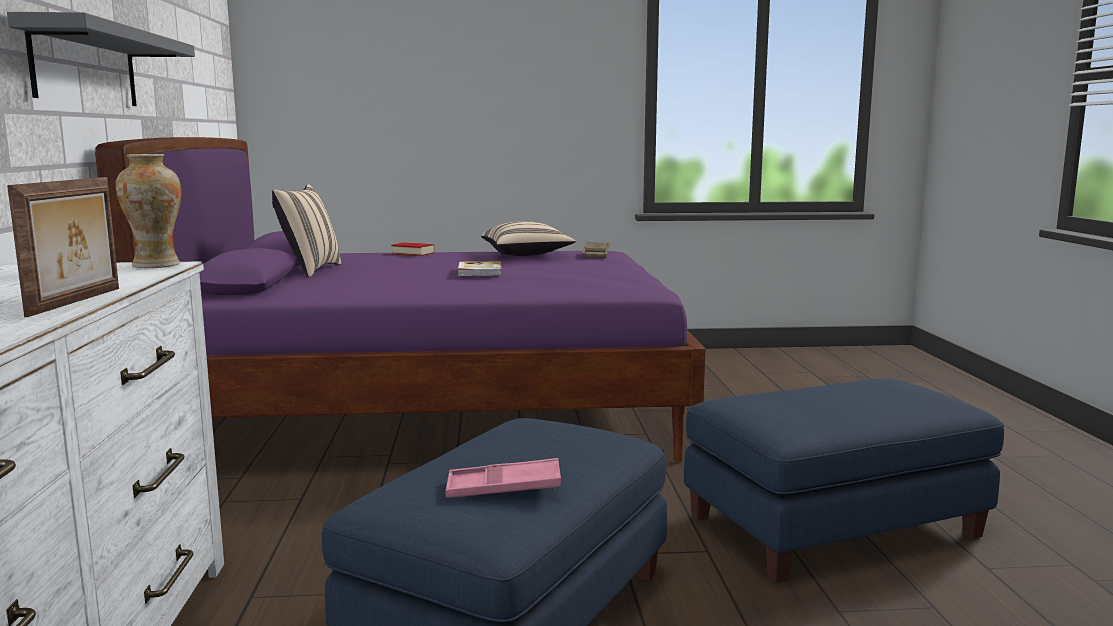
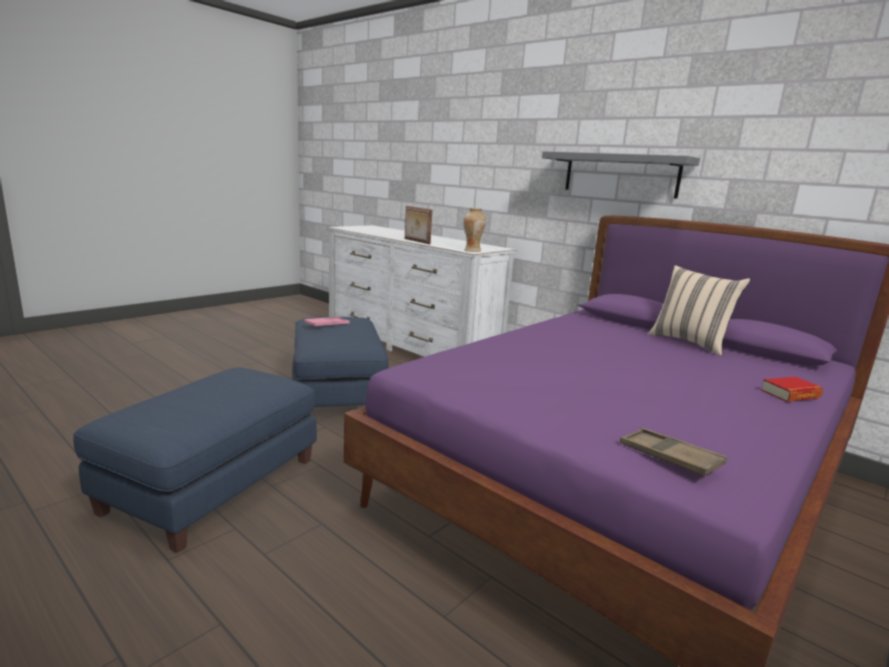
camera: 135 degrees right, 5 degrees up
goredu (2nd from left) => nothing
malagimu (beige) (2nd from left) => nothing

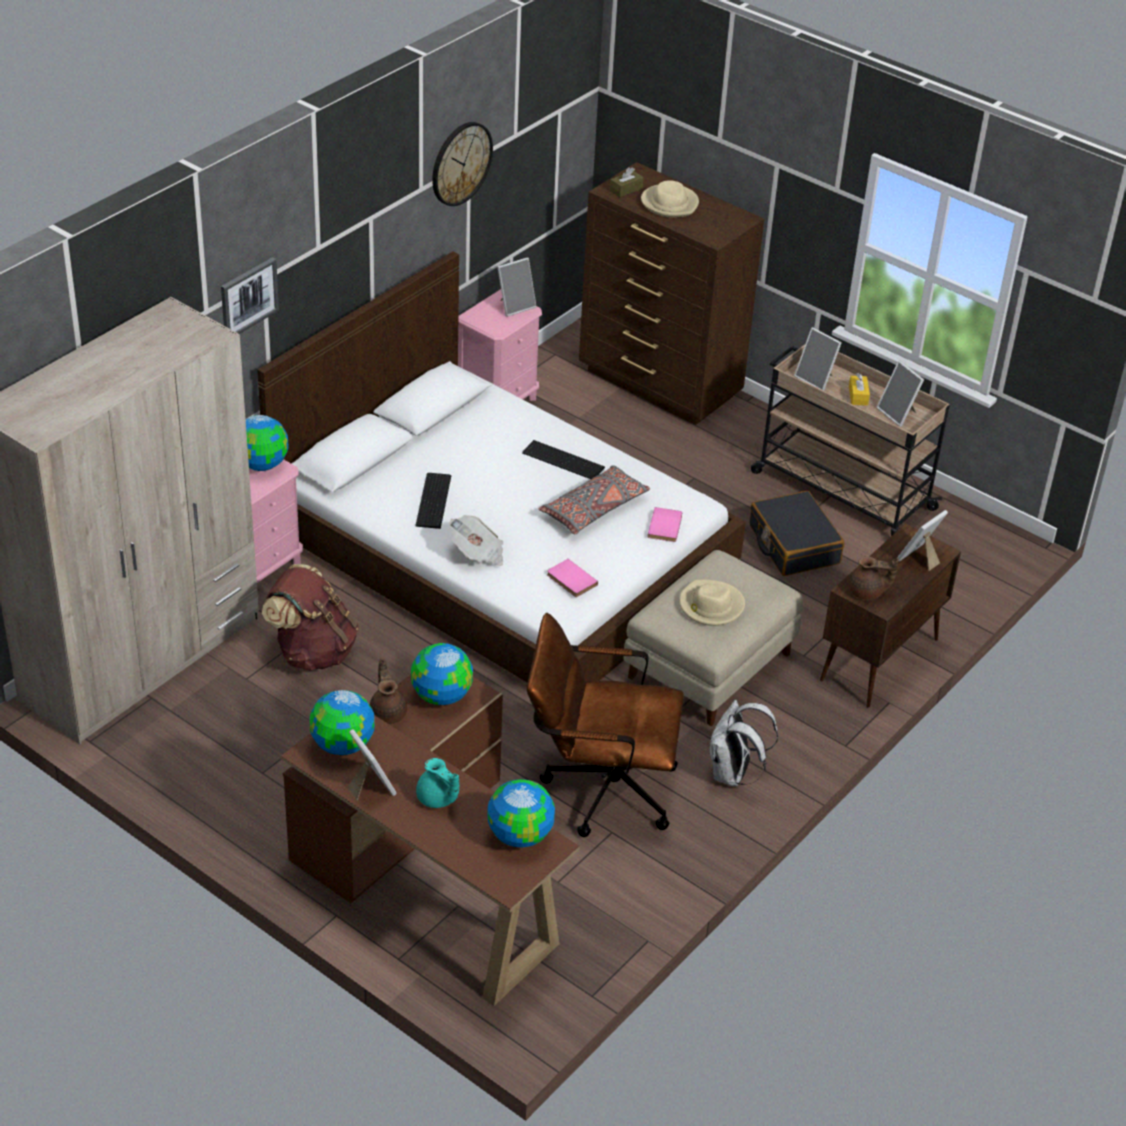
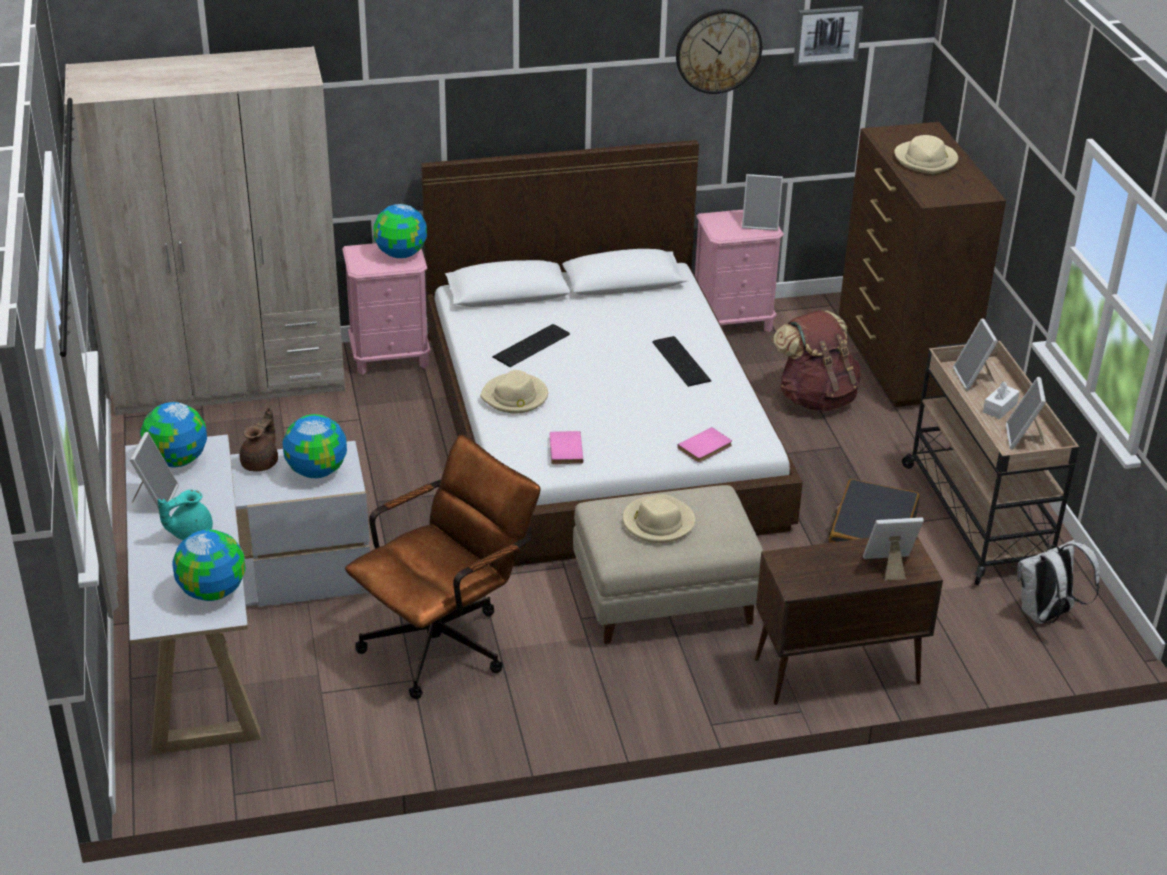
camera: 40 degrees right, 5 degrees down
malagimu (grey) => nothing
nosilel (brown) => nothing
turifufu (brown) (2nd from left) => nothing
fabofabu, move
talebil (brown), move
talebil (white), move
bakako => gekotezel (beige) (1st from left)
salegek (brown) => salegek (white)
nosilel (yellow) => nosilel (white)
turifufu (turquoise), 60 degrees clockwise
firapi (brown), 90 degrees clockwise

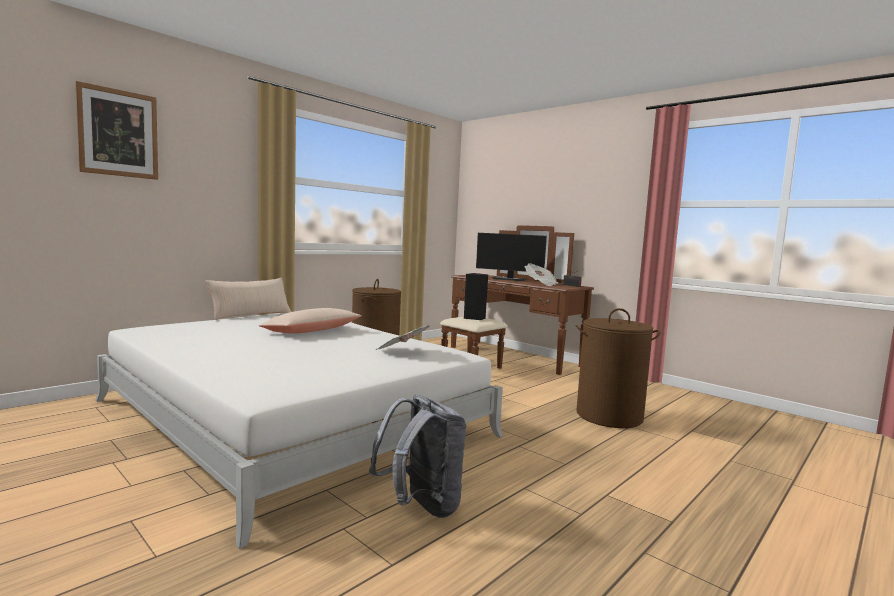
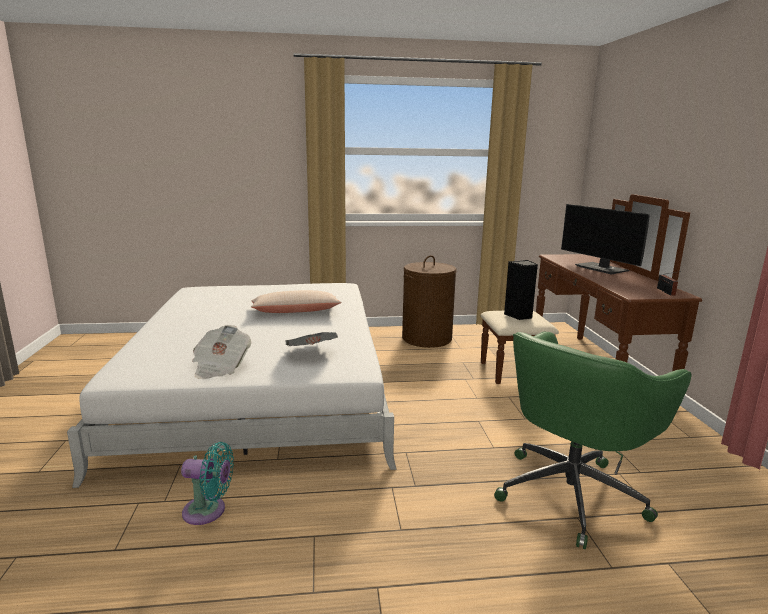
camera: 40 degrees right, 10 degrees up
fabofabu => nothing
malagimu (beige) (1st from left) => nothing
bakako (2nd from left in the first image) => bakako (1st from left), move
talebil (grey) => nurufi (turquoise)
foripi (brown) (2nd from left) => firapi (green)

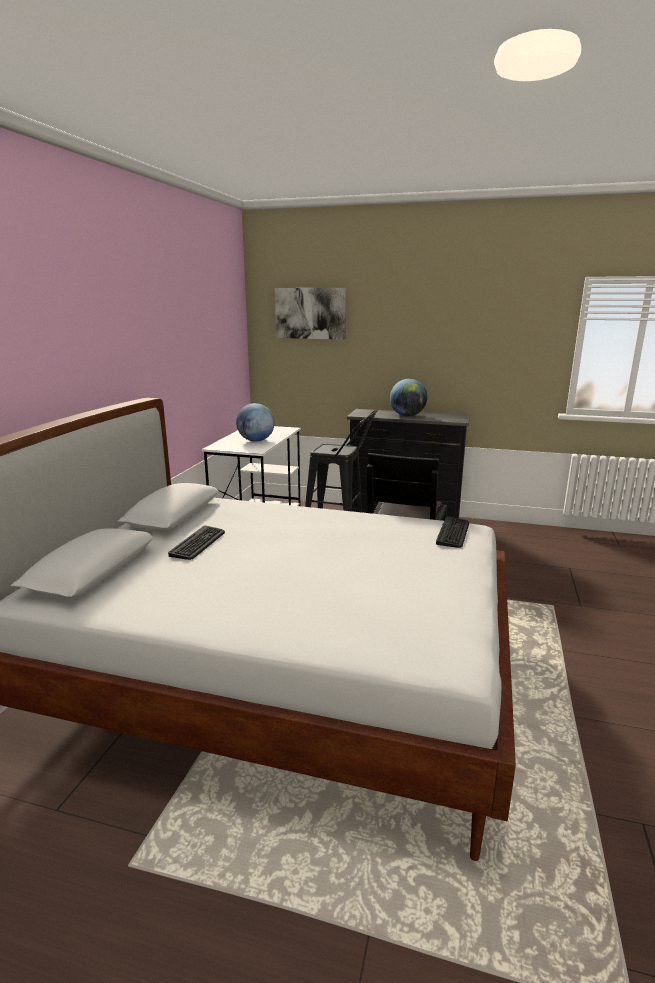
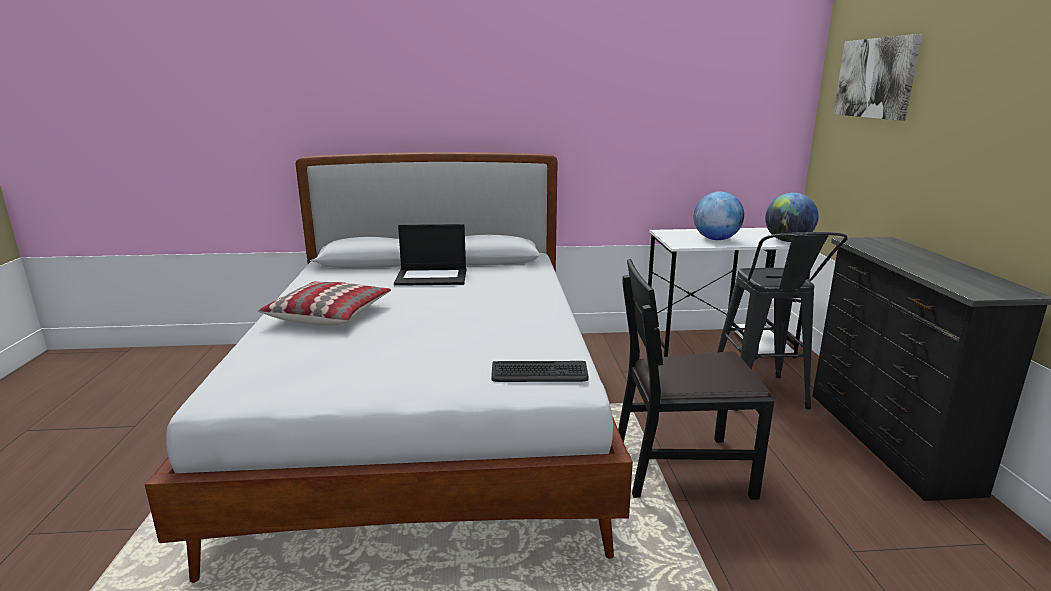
camera: 70 degrees right, 0 degrees up
nothing => malagimu
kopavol (2nd from left), move
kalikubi (1st from left) => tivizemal

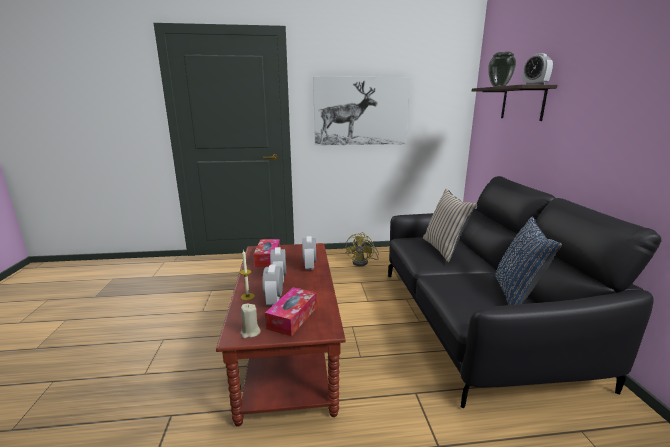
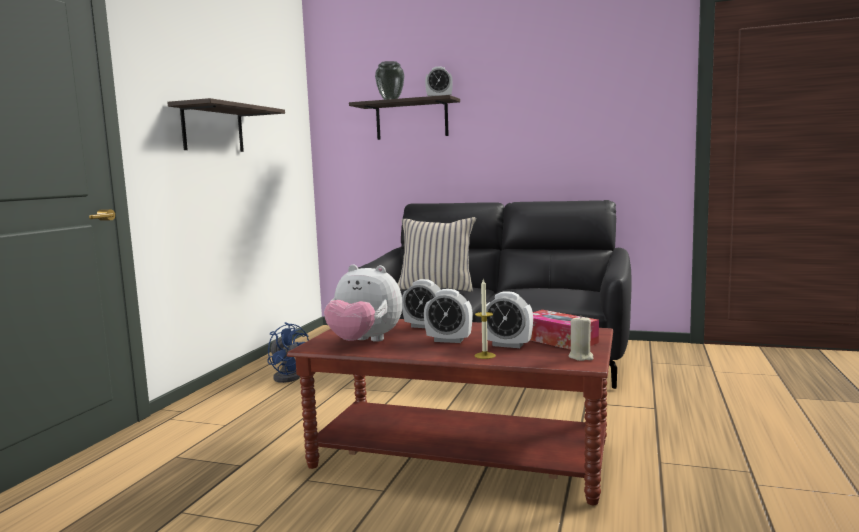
camera: 65 degrees left, 10 degrees down
malagimu (blue) => nothing
nosilel (1st from left) => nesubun
fabofabu => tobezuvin (1st from left)
nurufi (yellow) => nurufi (blue)

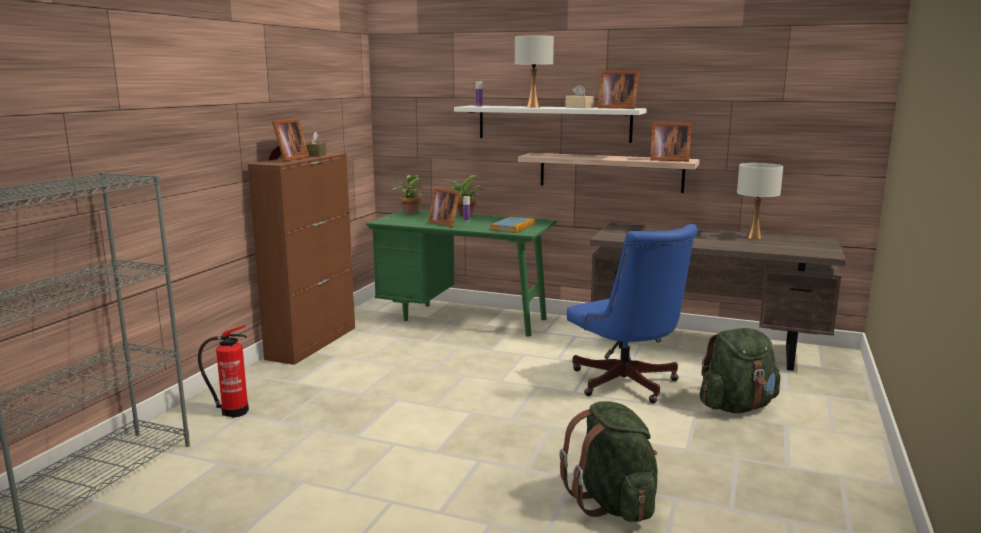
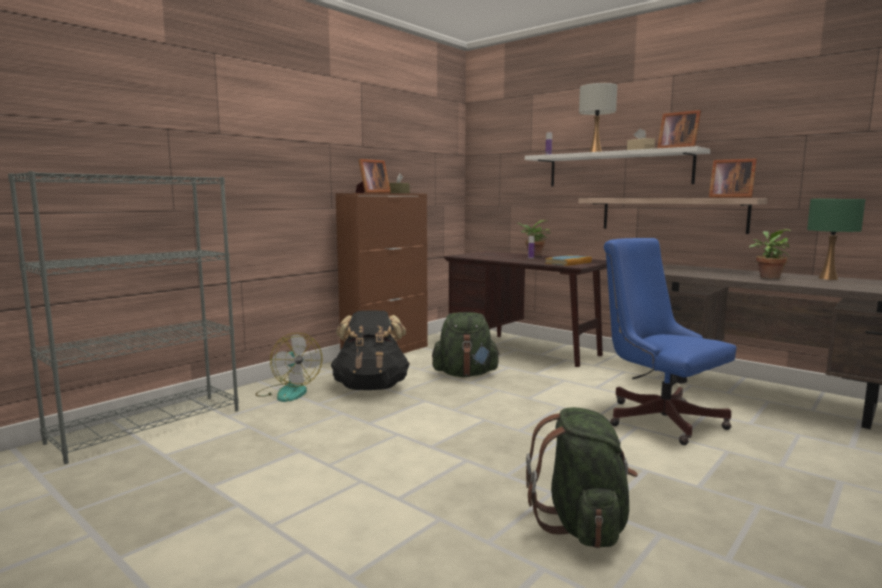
camera: 20 degrees right, 5 degrees down
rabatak (2nd from left) => nothing
nothing => talebil (black)
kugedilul (1st from left in the first image) => kugedilul (2nd from left), move
talebil (green) (2nd from left in the first image) => talebil (green) (1st from left), move
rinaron => nurufi
salegek (green) => salegek (brown) (1st from left)
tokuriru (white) (2nd from left) => tokuriru (green)
firapi (blue), 150 degrees clockwise

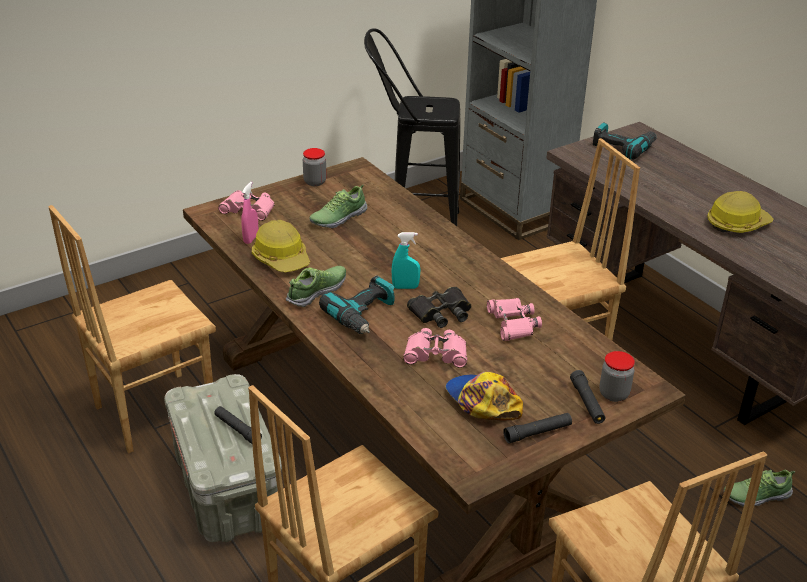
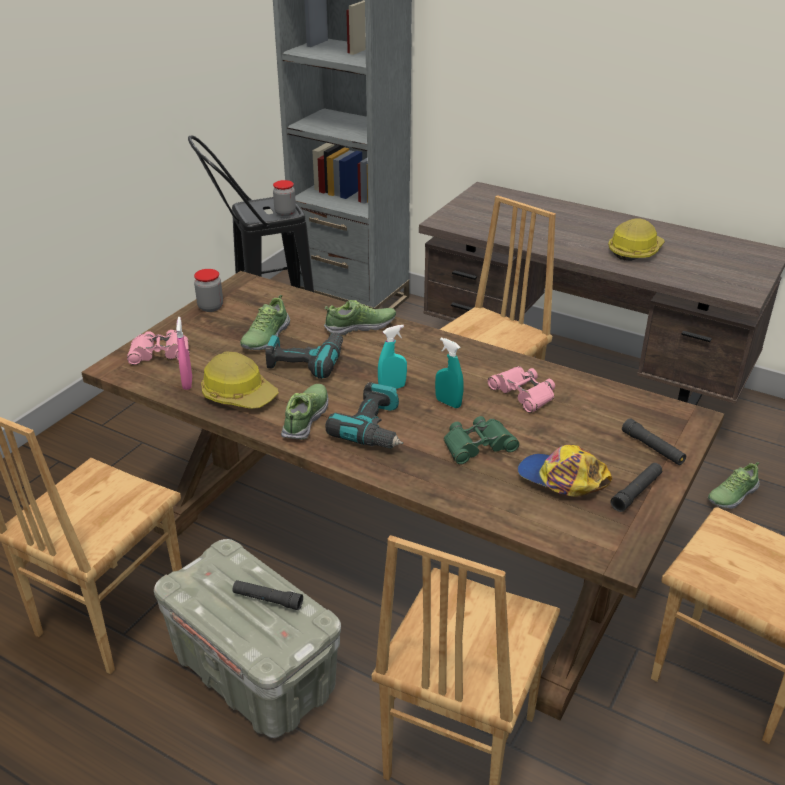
camera: 25 degrees left, 0 degrees up
nothing => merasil (3rd from left)
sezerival (2nd from left in the first image) => sezerival (1st from left), move
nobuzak (2nd from left), move
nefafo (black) => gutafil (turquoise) (2nd from left)
nefafo (pink) (2nd from left) => nefafo (green)

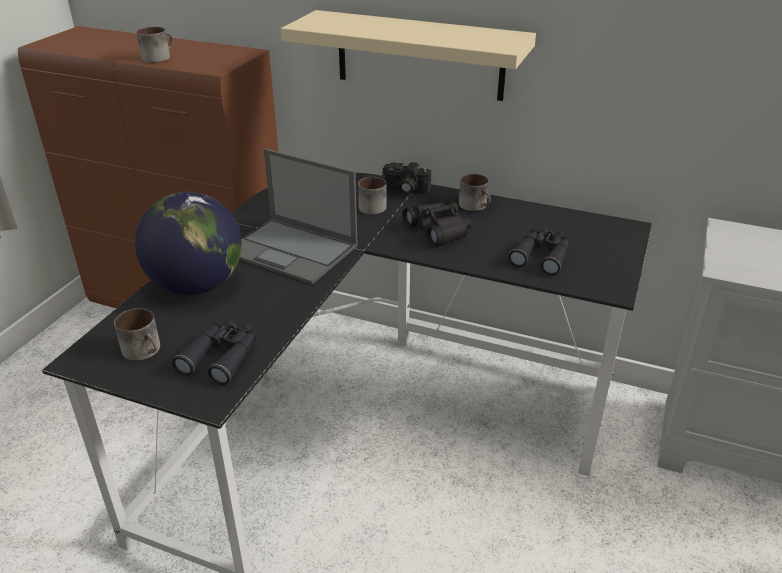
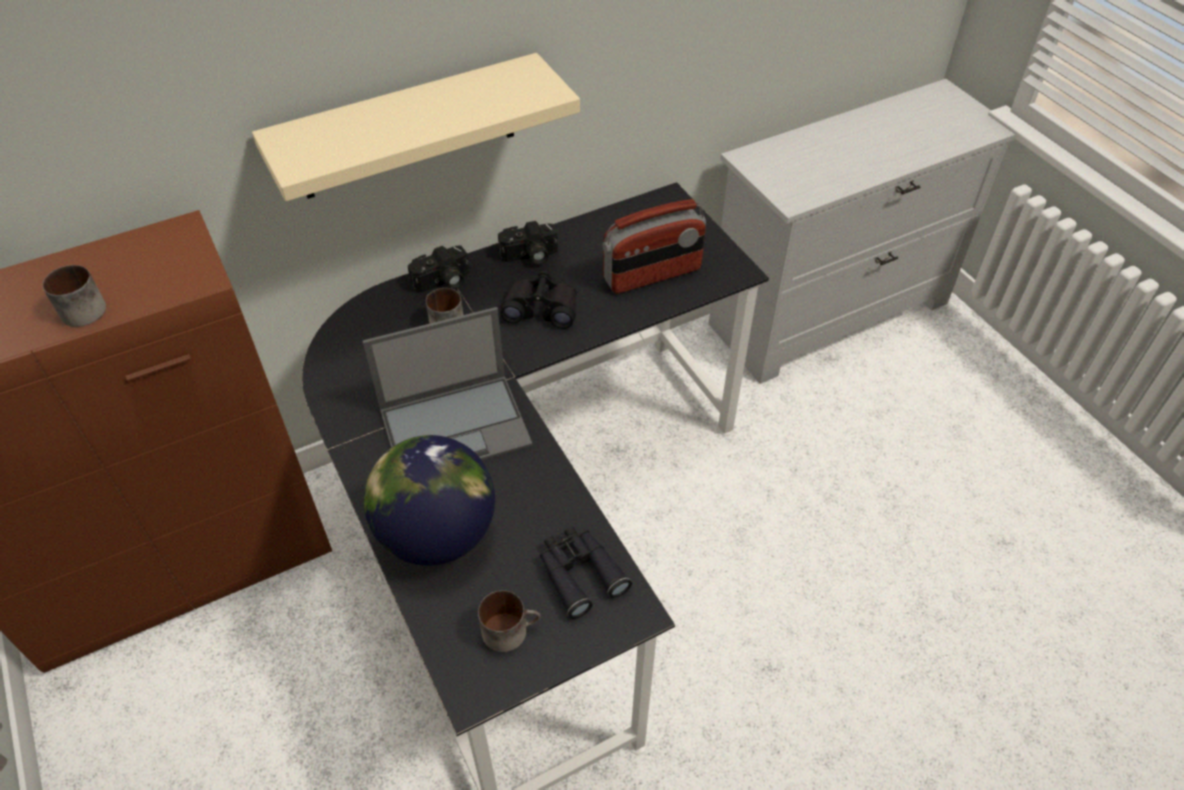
camera: 50 degrees left, 15 degrees up
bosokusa (4th from left) => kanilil (2nd from left)
nefafo (black) (3rd from left) => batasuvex

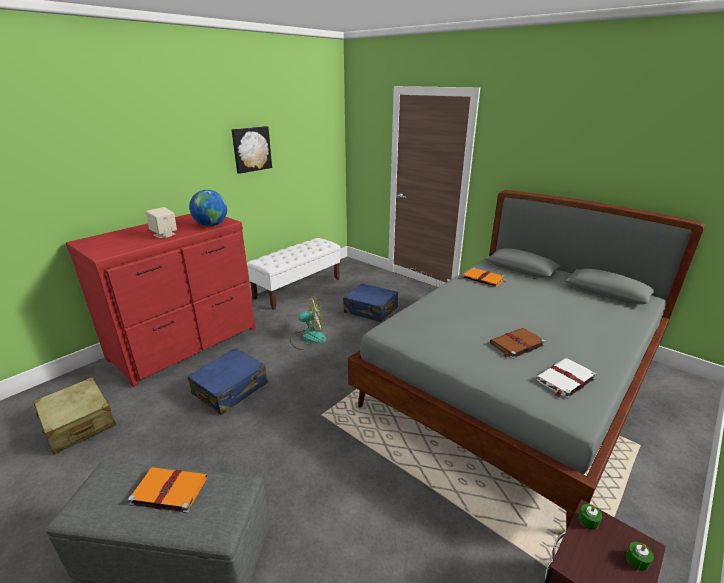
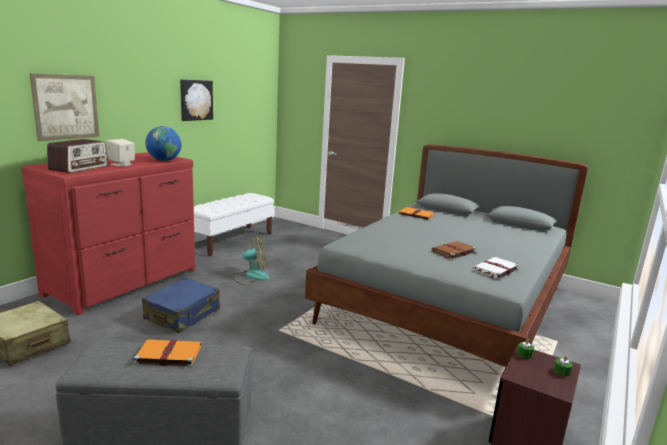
camera: 10 degrees left, 10 degrees down
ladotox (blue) (2nd from left) => nothing
nothing => fabofabu (1st from left)
nothing => batasuvex

